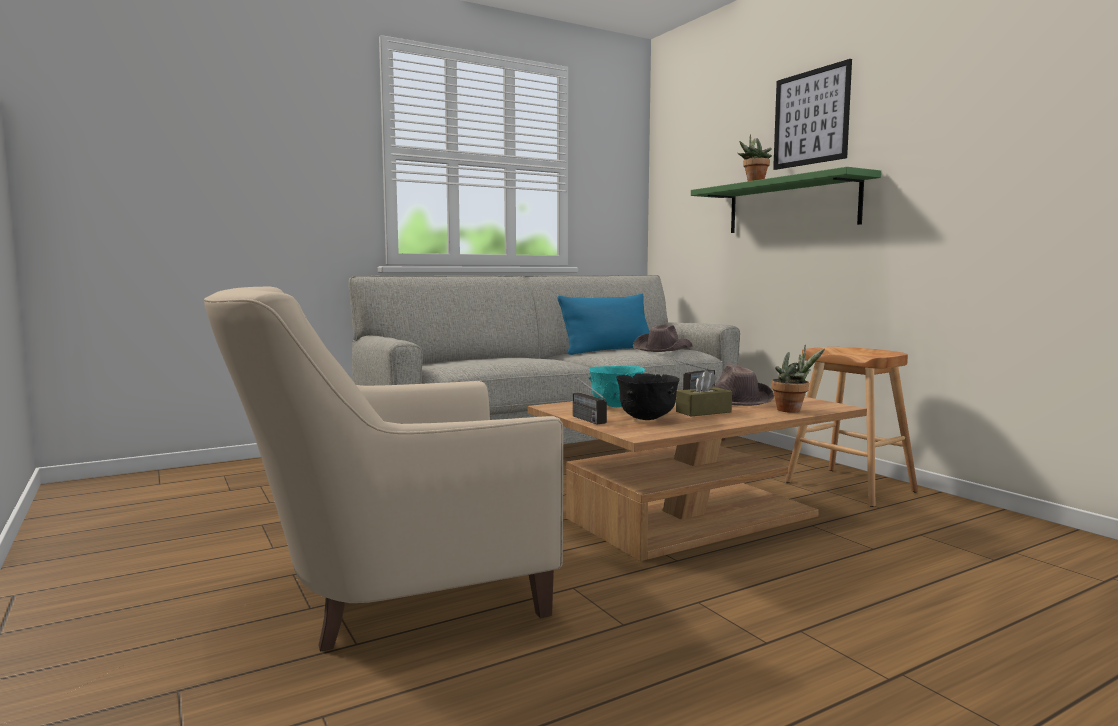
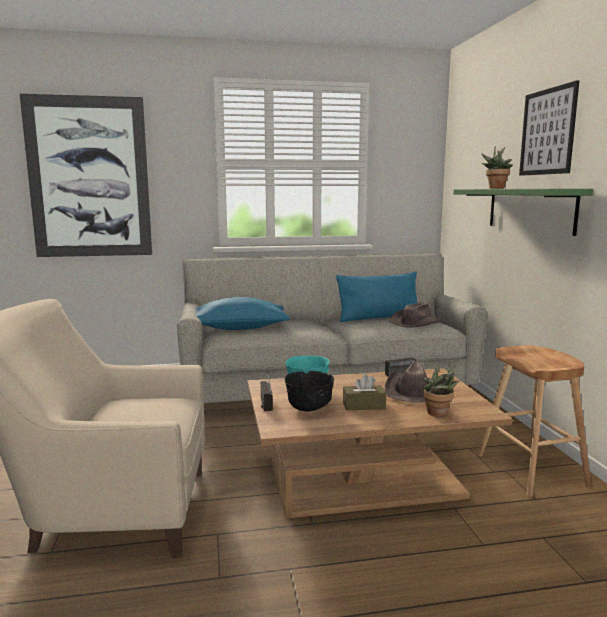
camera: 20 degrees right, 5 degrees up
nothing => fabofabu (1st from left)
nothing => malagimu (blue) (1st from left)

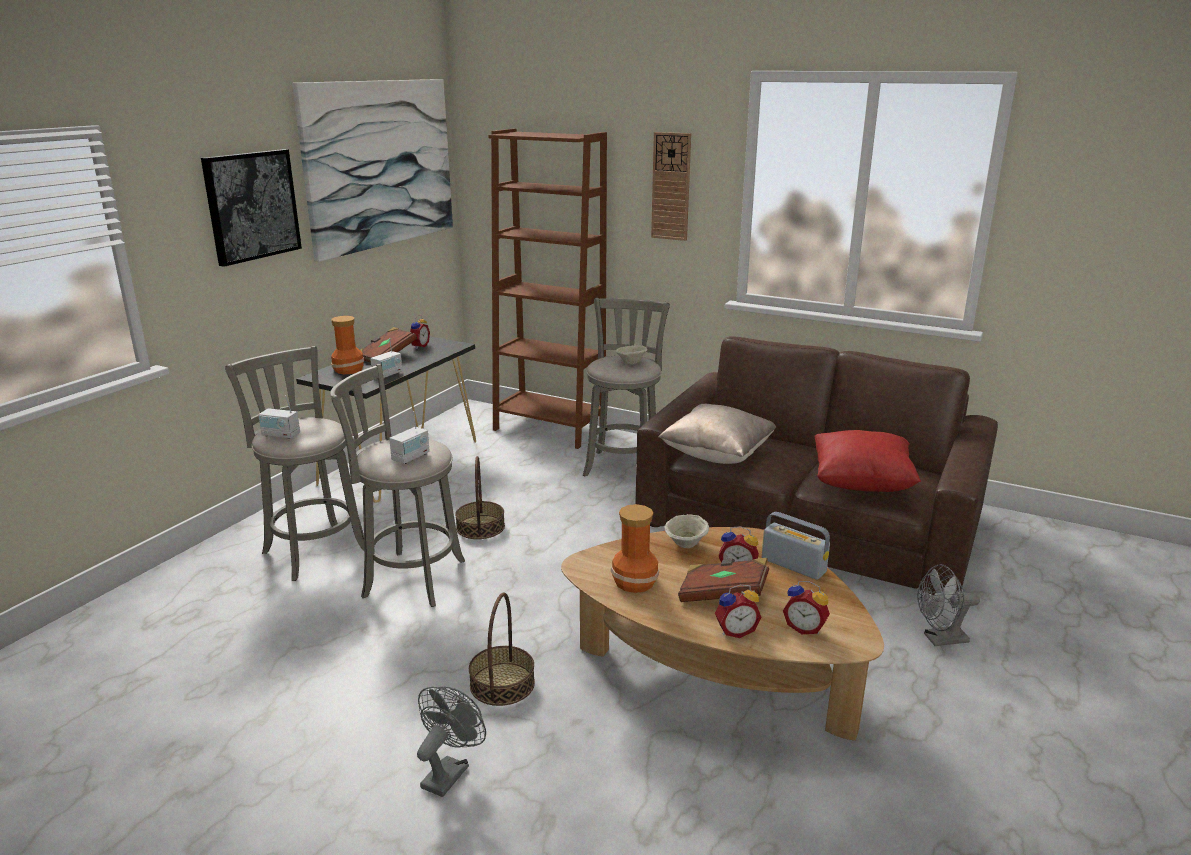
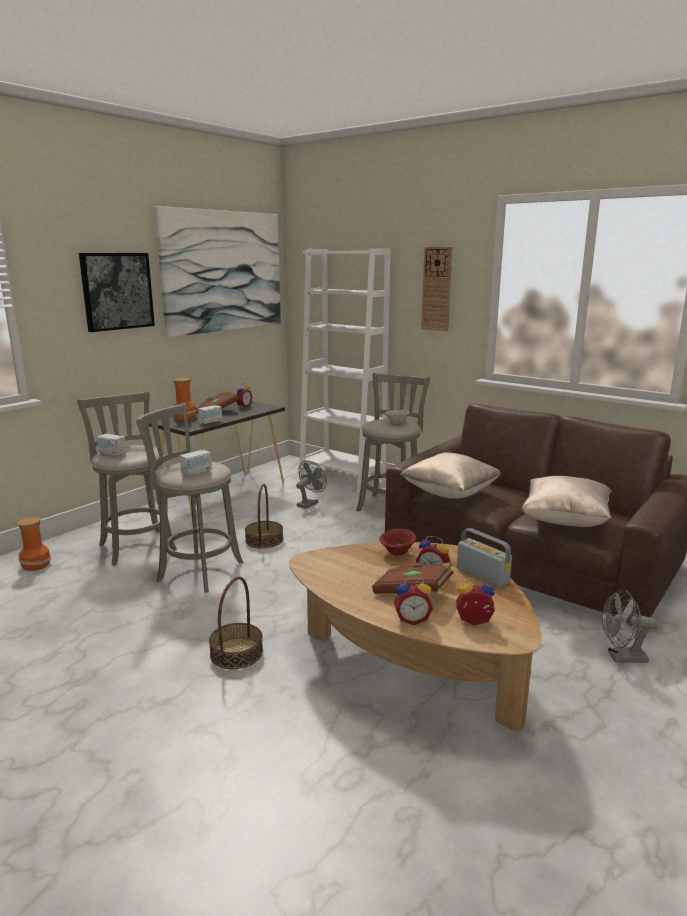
camera: 10 degrees right, 5 degrees down
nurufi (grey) (1st from left), move
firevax (2nd from left in the first image) => firevax (1st from left), move
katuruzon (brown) => katuruzon (white)
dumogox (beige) (2nd from left) => dumogox (red)
malagimu (red) => malagimu (beige) (2nd from left)
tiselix (4th from left), 150 degrees clockwise

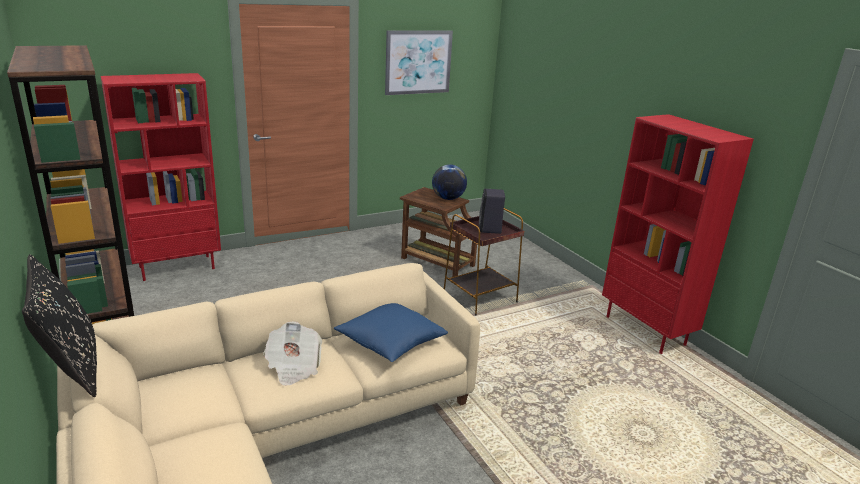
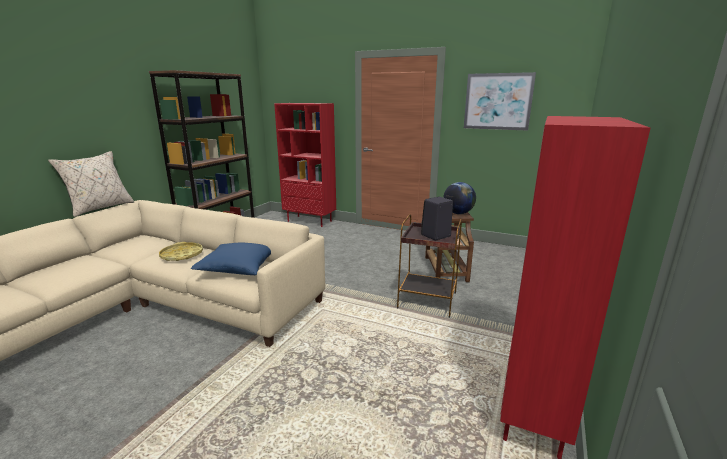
camera: 55 degrees right, 5 degrees down
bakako => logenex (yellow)
malagimu (black) => malagimu (beige)

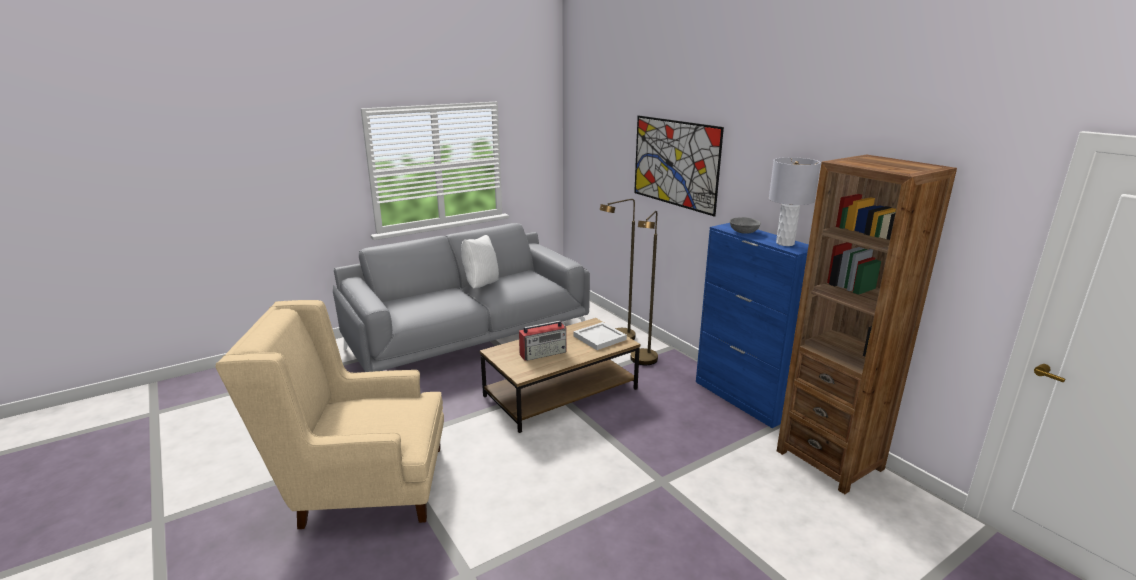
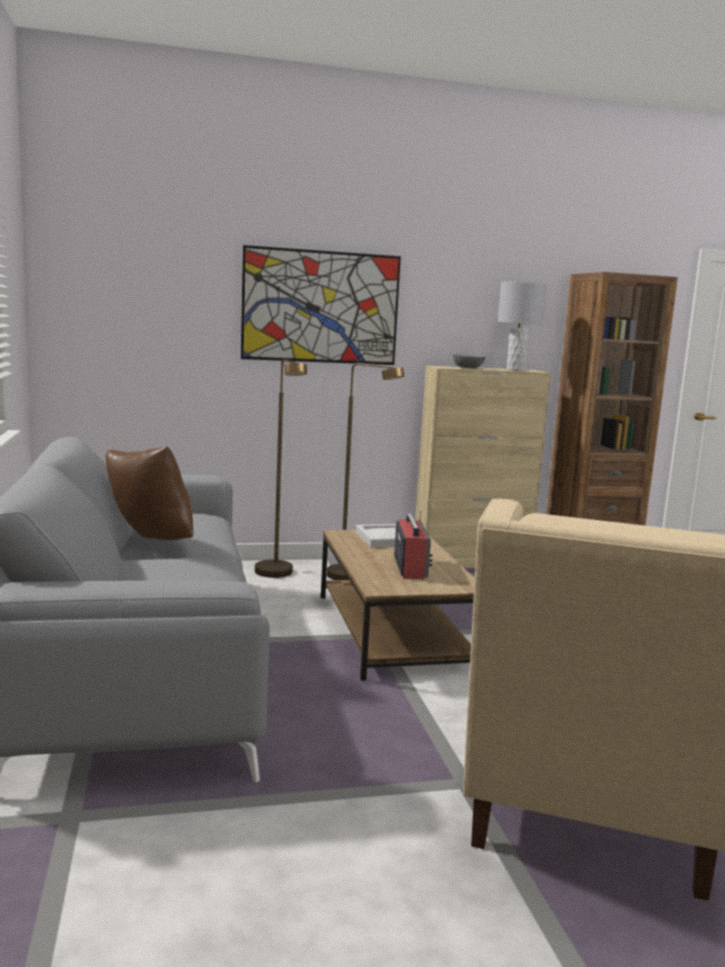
camera: 70 degrees left, 10 degrees down
malagimu (white) => malagimu (brown)
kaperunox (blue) => kaperunox (beige)

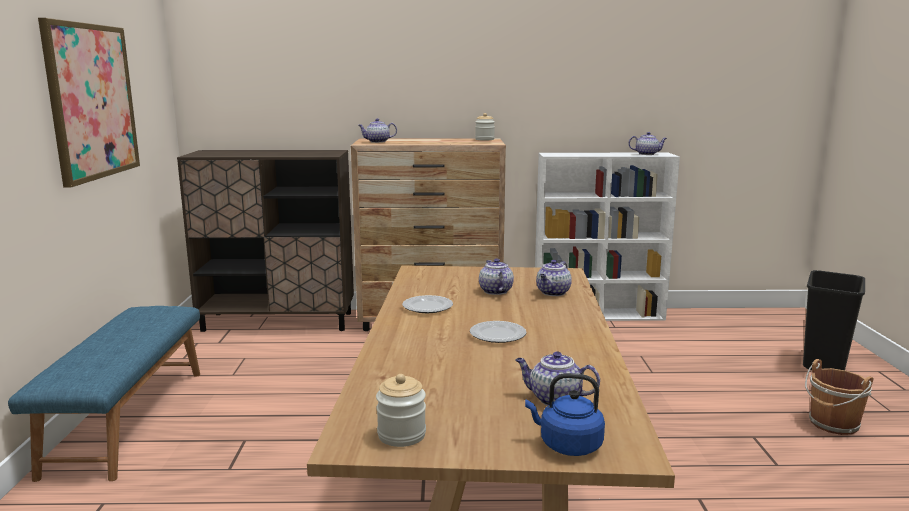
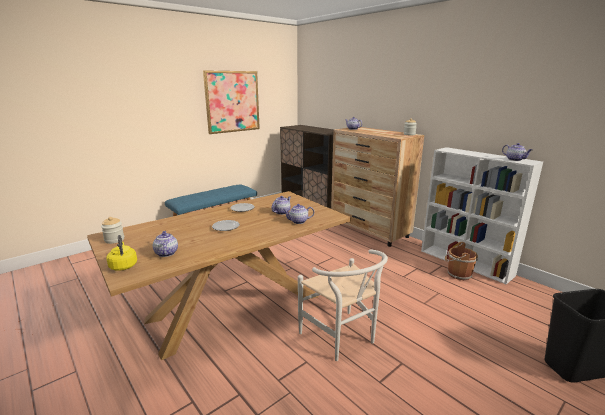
camera: 50 degrees right, 5 degrees up
nothing => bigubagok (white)
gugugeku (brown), move
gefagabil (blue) => gefagabil (yellow)

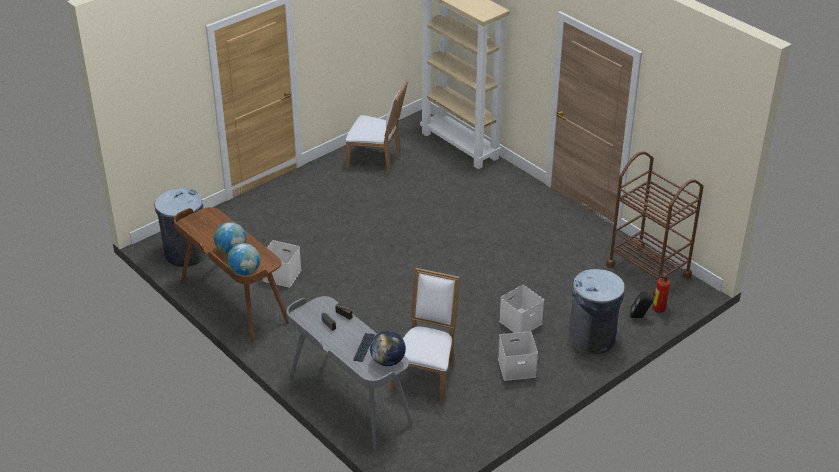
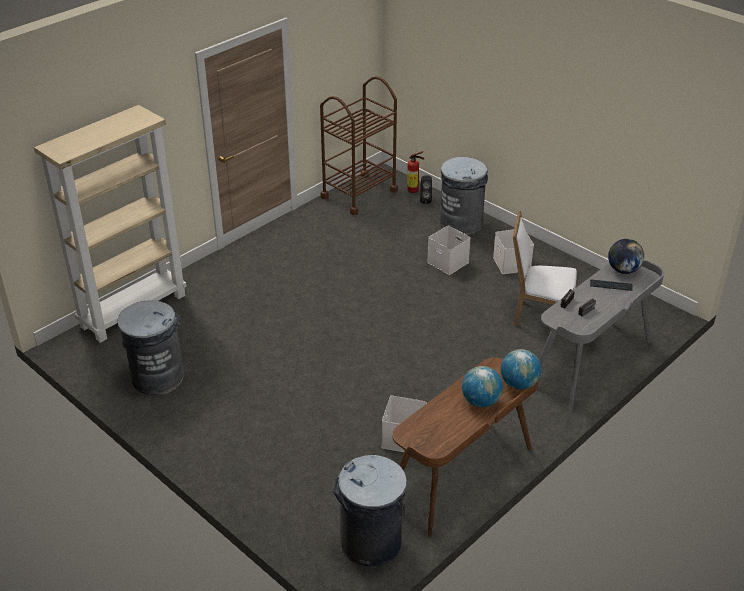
camera: 95 degrees left, 0 degrees up
bigubagok (white) (1st from left) => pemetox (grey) (1st from left)

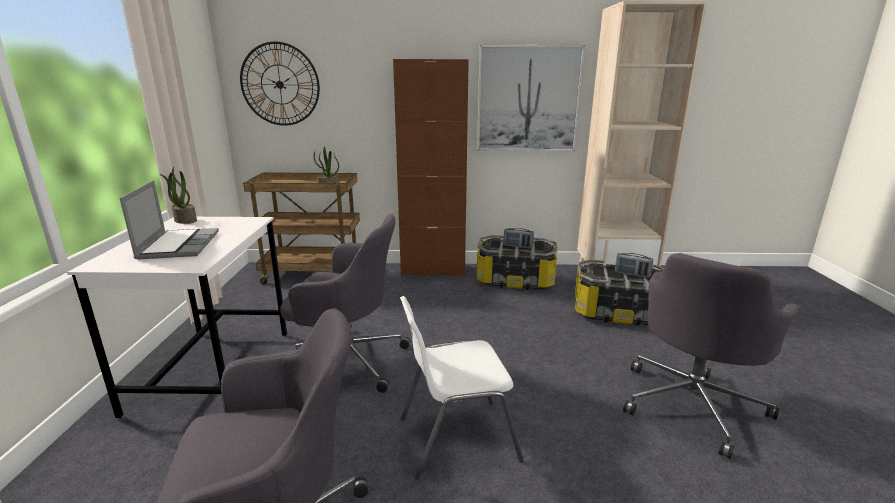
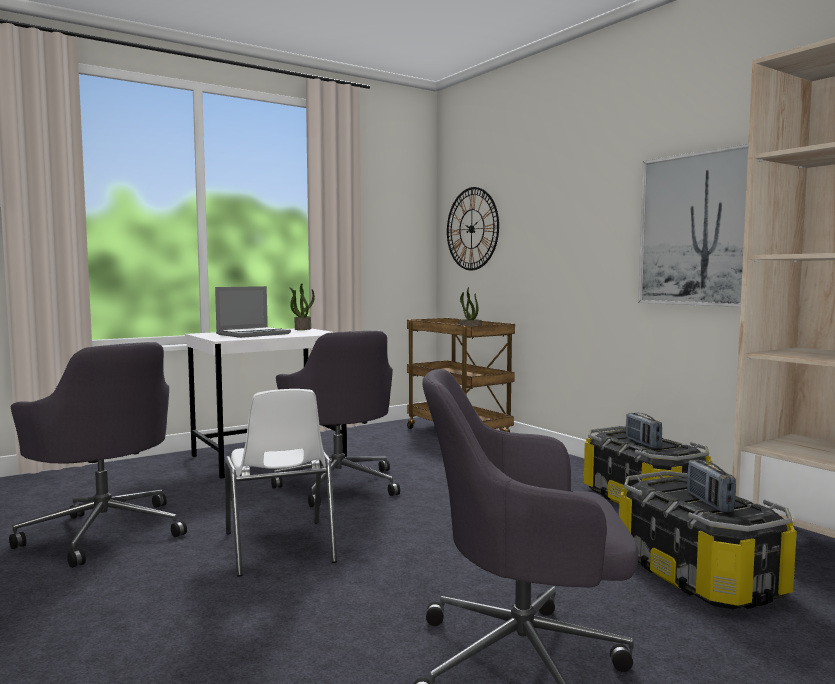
camera: 55 degrees right, 15 degrees down
kaperunox (brown) => nothing
bigubagok (white), 150 degrees counterclockwise

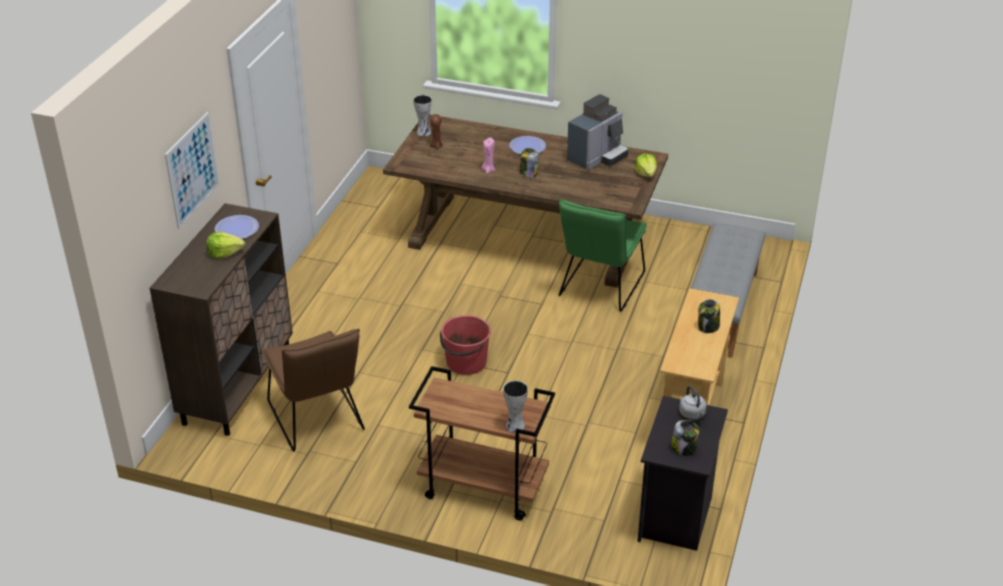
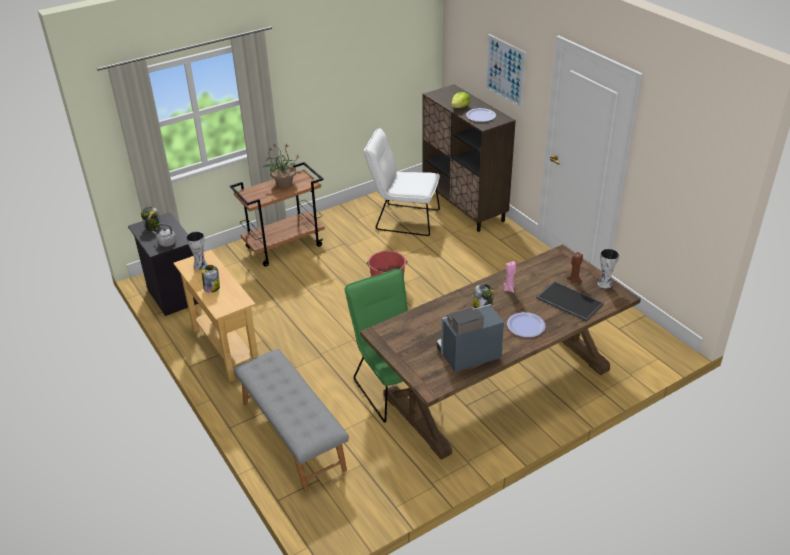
camera: 130 degrees right, 0 degrees up
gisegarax (2nd from left) => nothing
nothing => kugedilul
nothing => logenex
firevax (2nd from left in the first image) => firevax (1st from left), move
bigubagok (brown) => bigubagok (white)
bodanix, 75 degrees clockwise

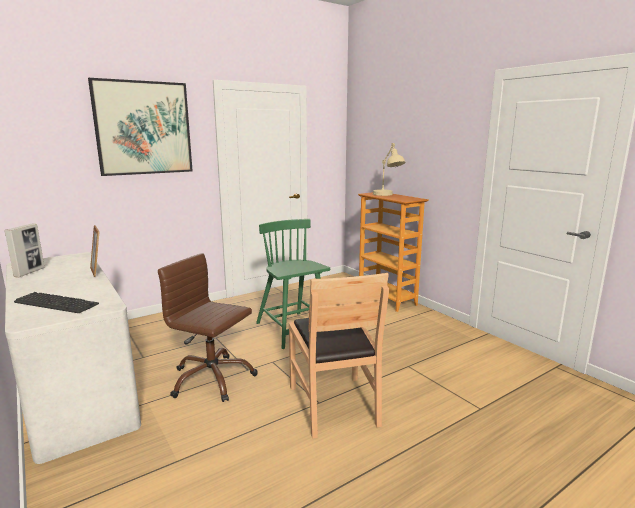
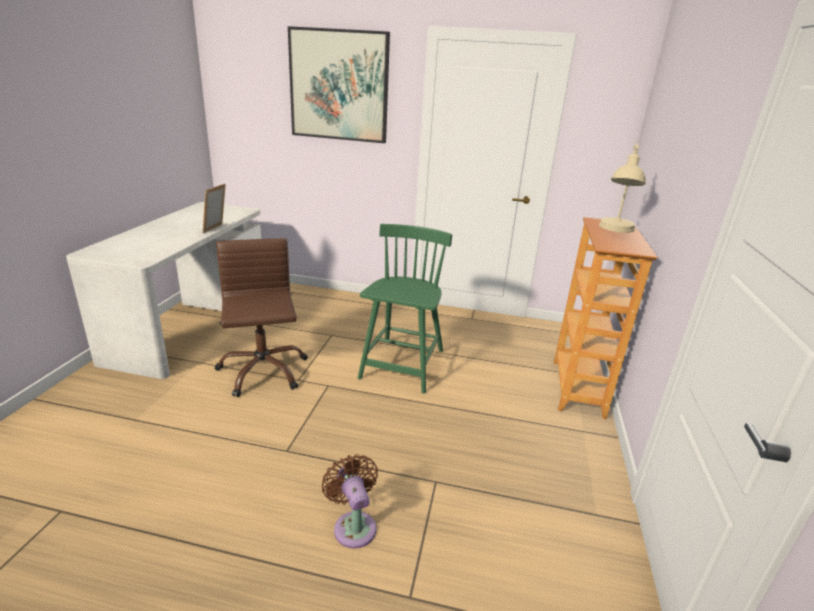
camera: 45 degrees right, 10 degrees up
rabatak (1st from left) => nothing
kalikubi => nothing
bigubagok (brown) => nothing
nothing => nurufi (brown)

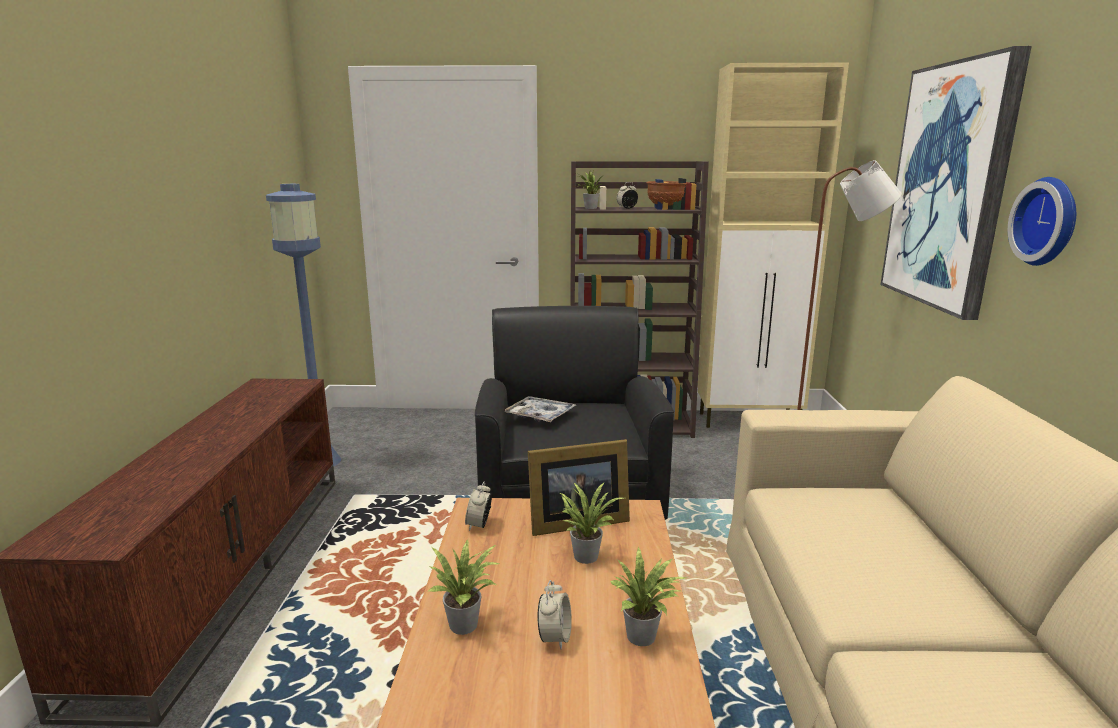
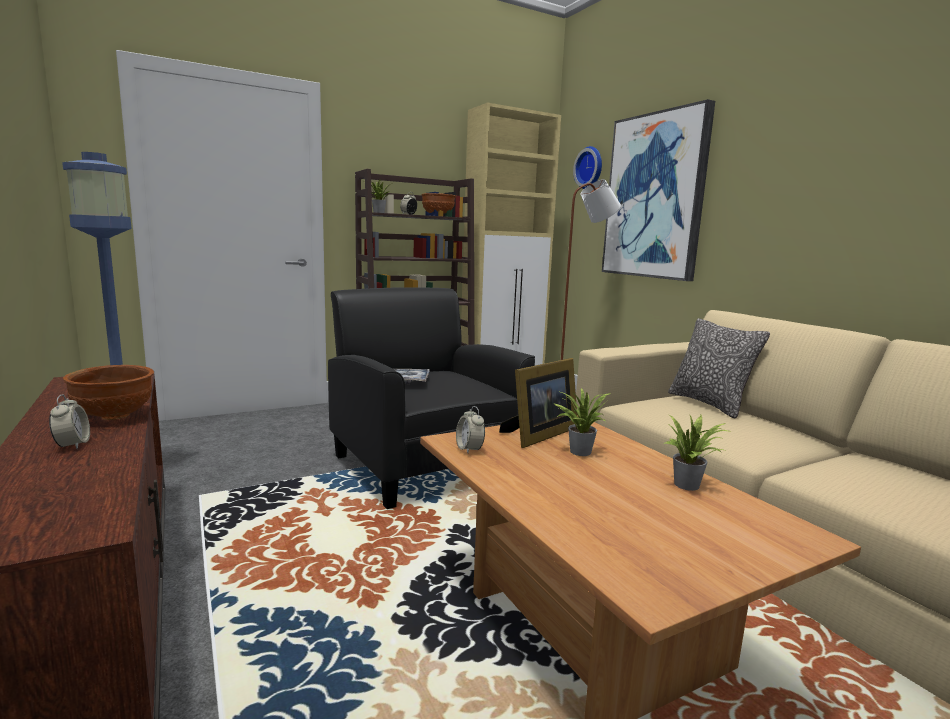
camera: 30 degrees left, 5 degrees down
kugedilul (1st from left) => nothing
nothing => dumogox (brown) (1st from left)
nothing => malagimu
tiselix (2nd from left in the first image) => tiselix (1st from left), move
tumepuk, move

